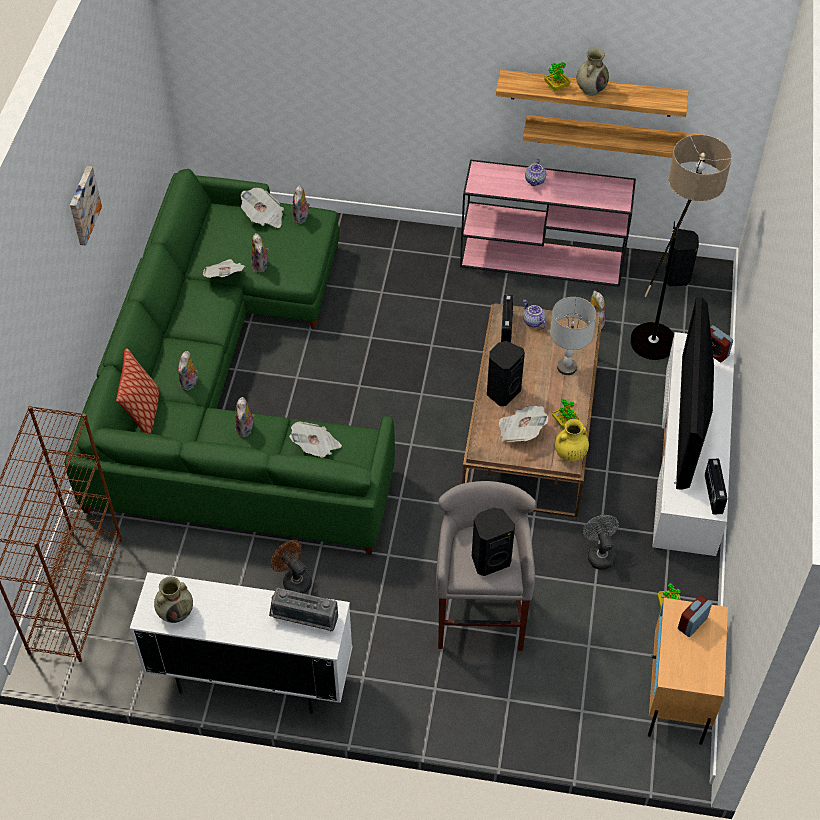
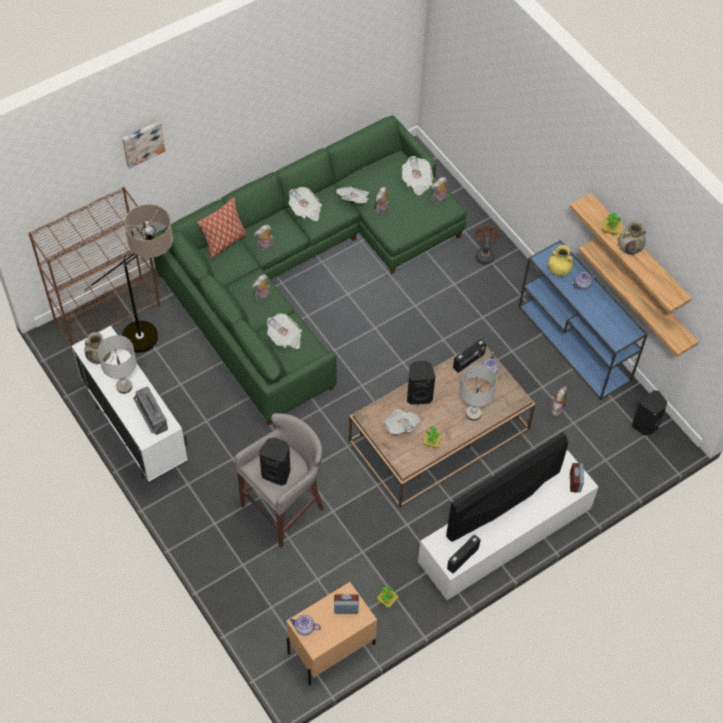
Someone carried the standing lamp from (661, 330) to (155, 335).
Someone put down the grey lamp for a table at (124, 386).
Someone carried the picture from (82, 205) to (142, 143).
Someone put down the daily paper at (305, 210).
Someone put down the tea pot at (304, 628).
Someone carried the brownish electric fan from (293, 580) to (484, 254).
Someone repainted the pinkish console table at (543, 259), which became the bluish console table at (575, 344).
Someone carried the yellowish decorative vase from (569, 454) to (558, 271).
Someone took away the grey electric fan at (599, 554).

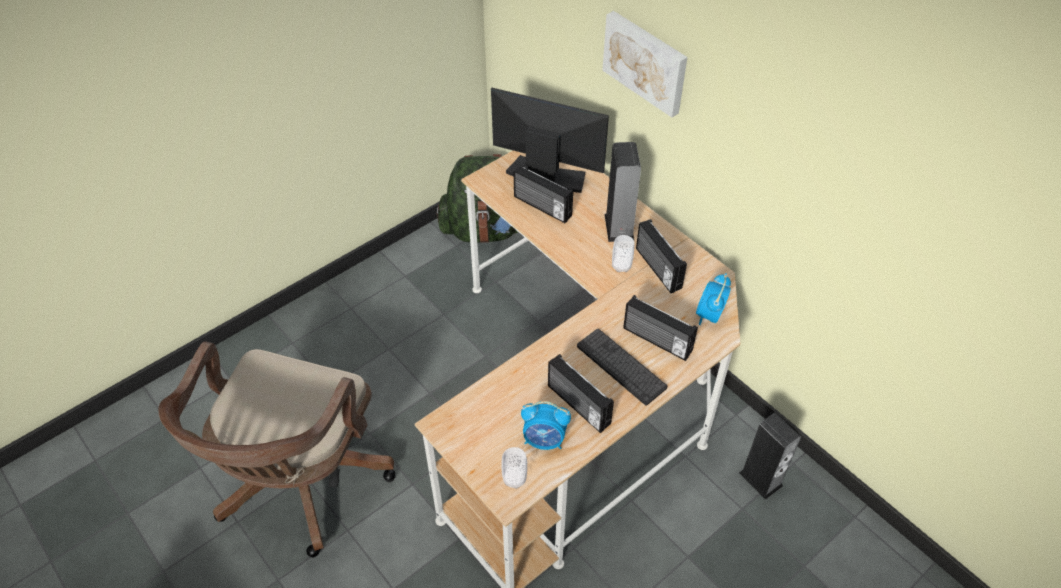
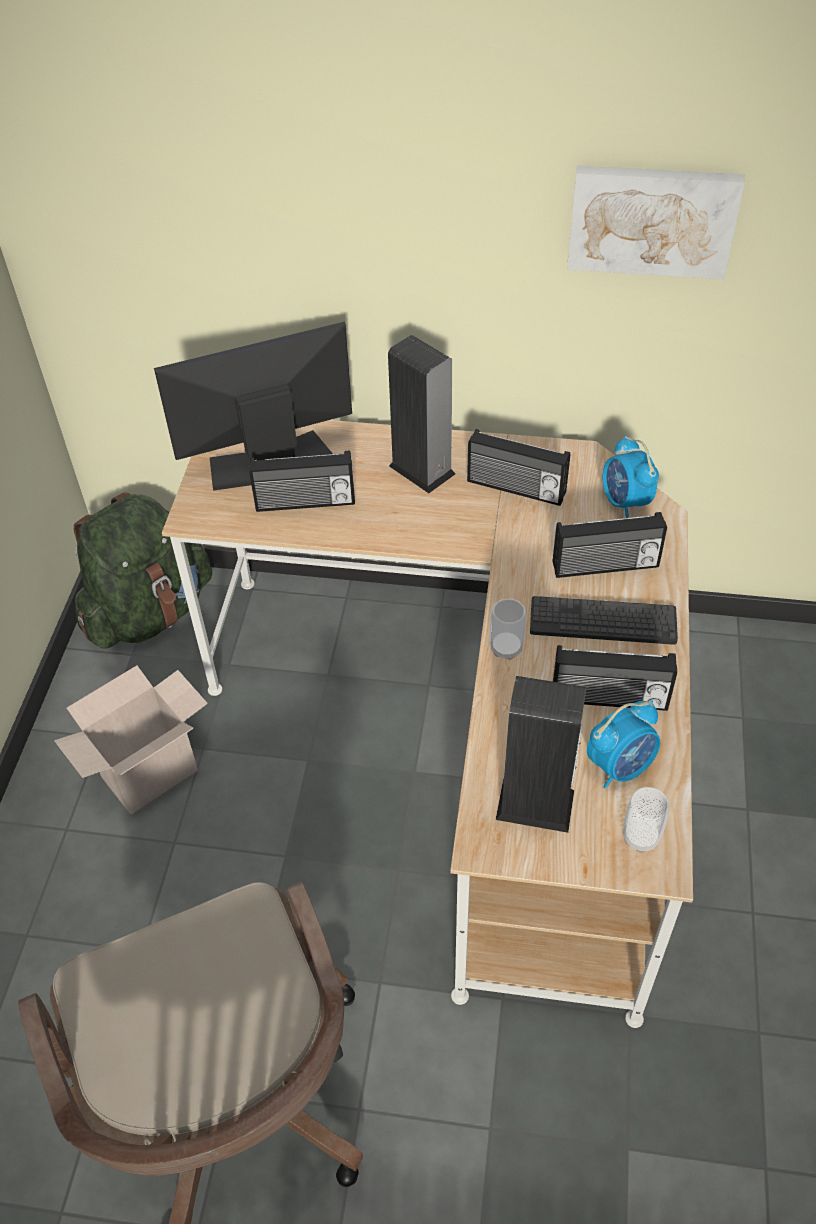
Someone put down the carton at (151, 770).
Someone carried the drinking cup from (621, 266) to (506, 648).
Someone carried the loudspeaker from (760, 479) to (535, 805).
Someone carried the picture from (646, 62) to (652, 219).

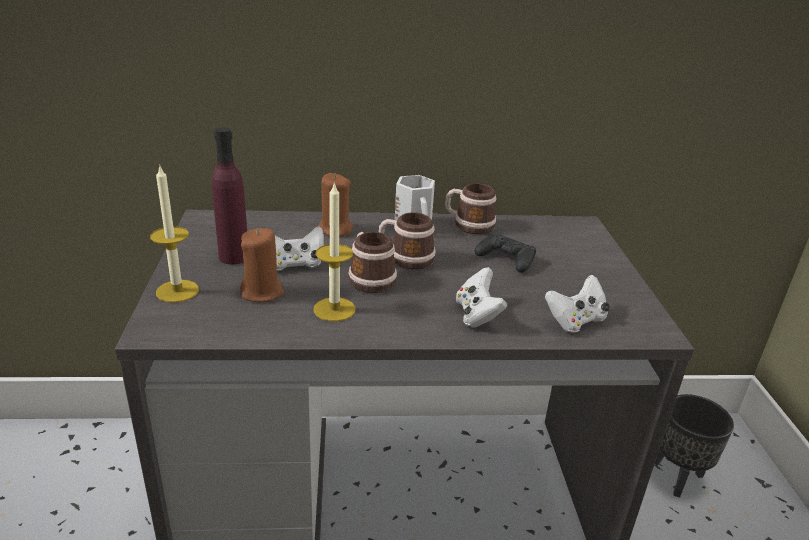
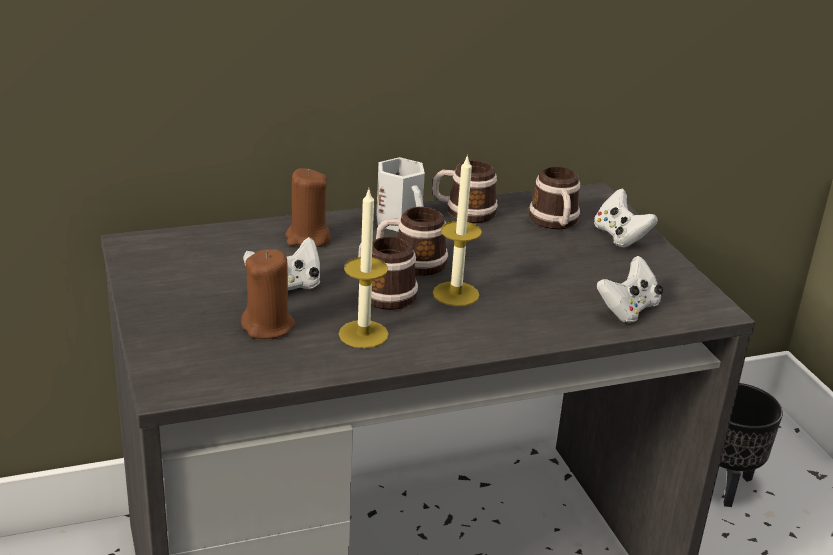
Someone carried the candle from (177, 291) to (456, 294).
Someone put down the coffee mug at (555, 223).
Someone carried the white-coloured game controller from (477, 315) to (620, 236).
Someone took away the purple-coloured drink bottle at (234, 257).
Someone took away the blackish game controller at (506, 259).

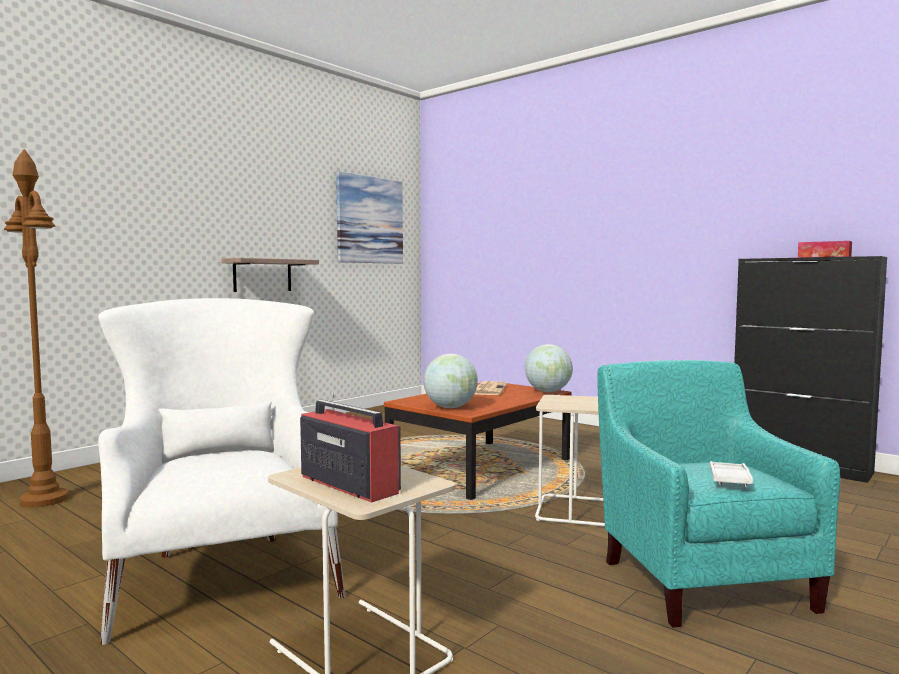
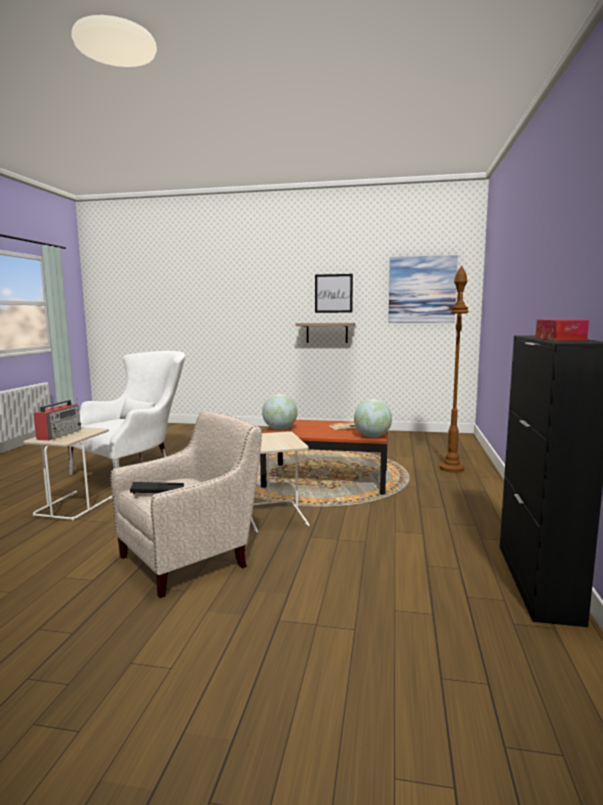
Someone repainted the turquoise lounge chair at (702, 578), which became the sand-coloured lounge chair at (191, 558).
Someone repainted the white-coloured tray at (729, 479), which became the blackish tray at (158, 492).
Someone put up the picture at (333, 293).
Someone carried the brownish standing lamp from (44, 500) to (451, 468).

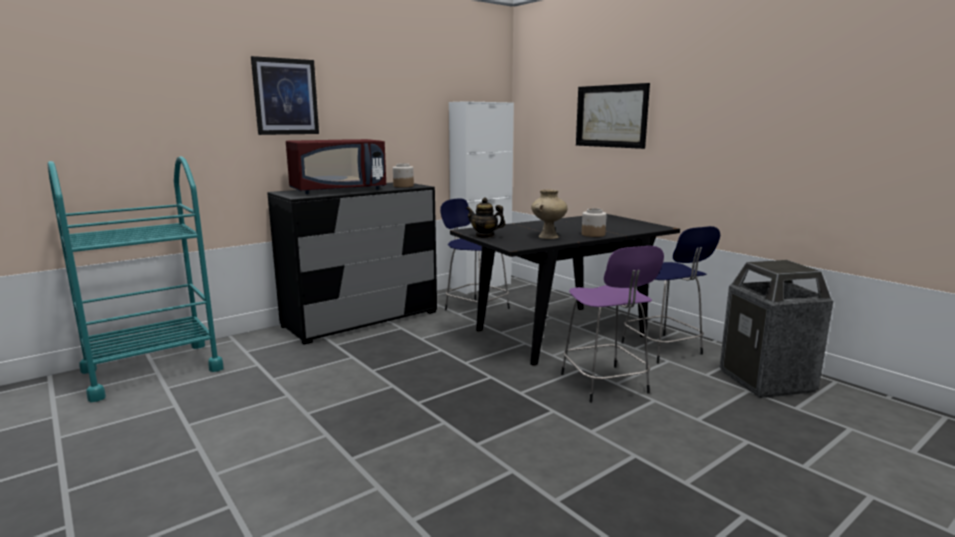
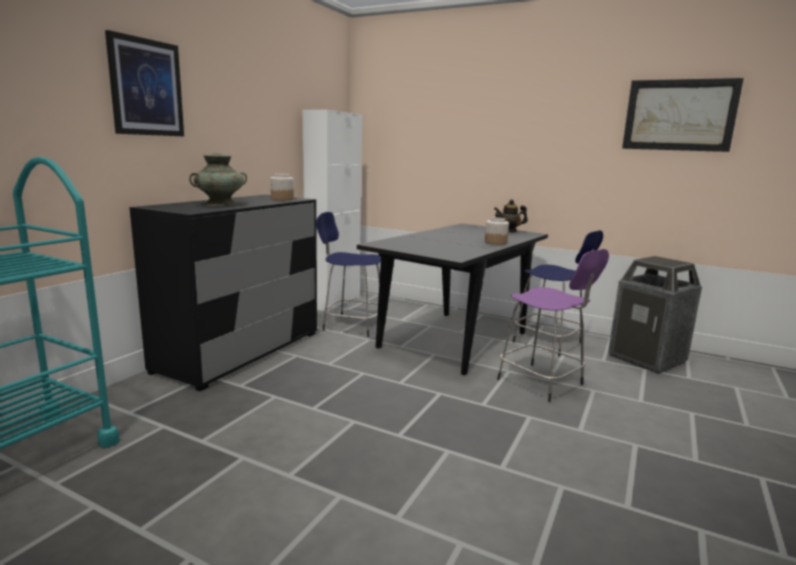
Someone swapped the reddish microwave oven at (338, 190) for the turquoise decorative vase at (220, 204).
Someone carried the tea pot from (484, 236) to (509, 231).
Someone carried the picture from (611, 116) to (679, 115).
Someone took away the sand-coloured decorative vase at (548, 236).

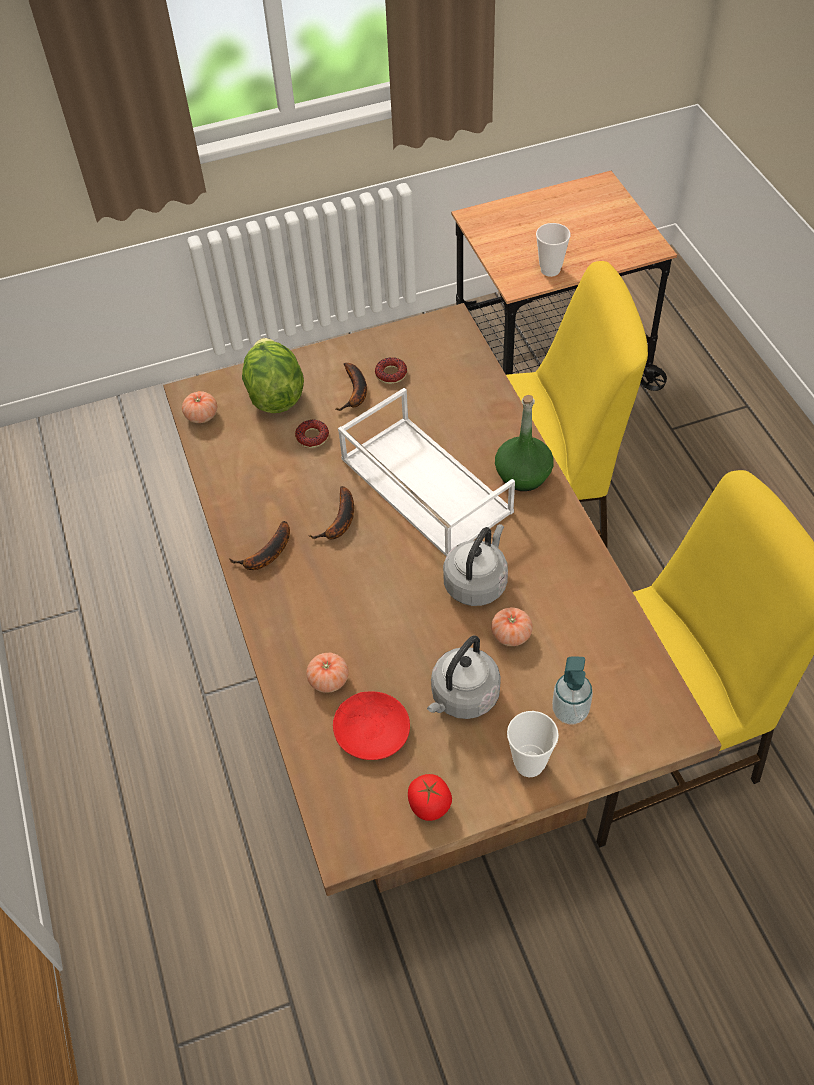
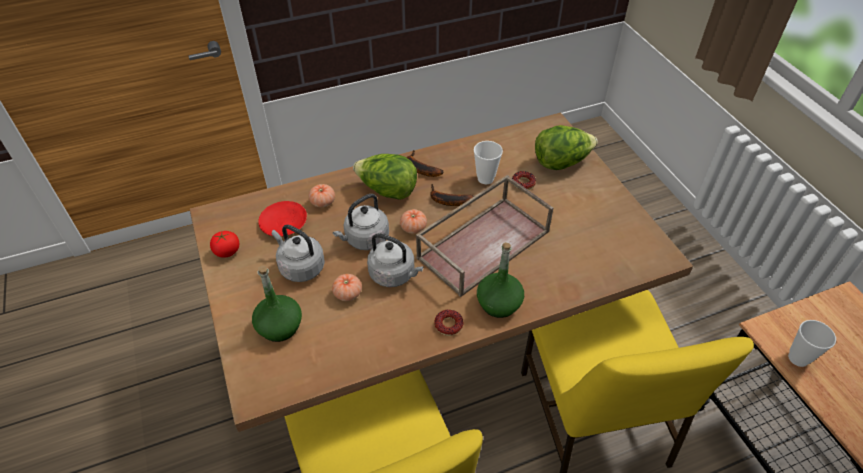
Someone swapped the soap dispenser at (570, 711) for the green drink bottle at (280, 326).
Someone put down the grey tea kettle at (365, 239).
Someone put down the lettuce head at (387, 191).
Someone carried the fresh tomato from (201, 416) to (413, 228).
Someone repainted the white-coloured tray at (423, 485), which became the brownish tray at (483, 243).
Someone carried the doughnut from (391, 374) to (448, 325).
Someone carried the drinking cup from (529, 764) to (485, 178).
Someone took away the banana at (355, 392).

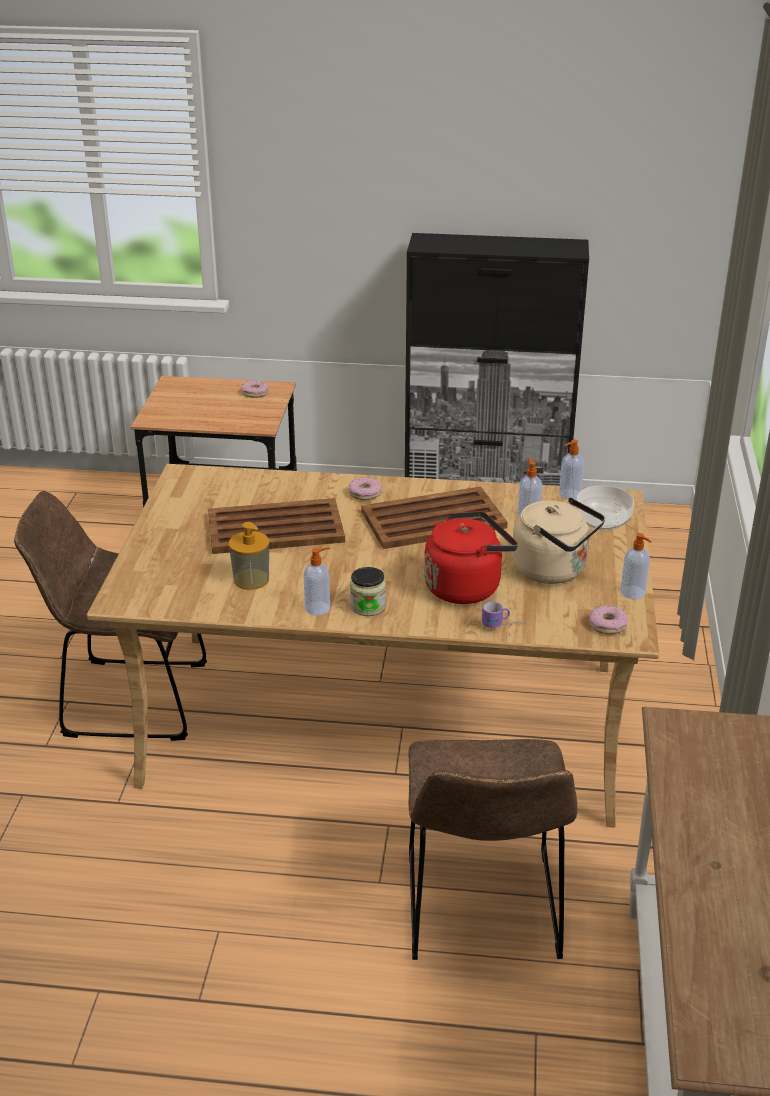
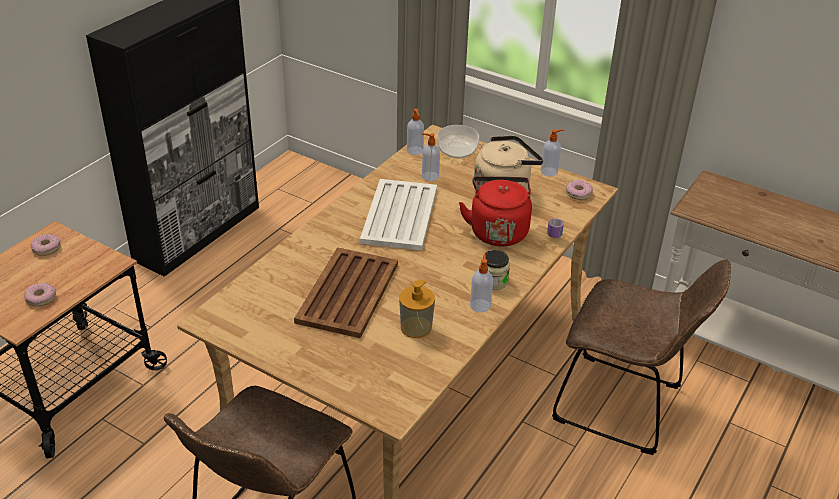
Someone carried the doughnut from (365, 493) to (41, 298).
Someone repainted the brownish tray at (432, 519), which became the white-coloured tray at (399, 216).

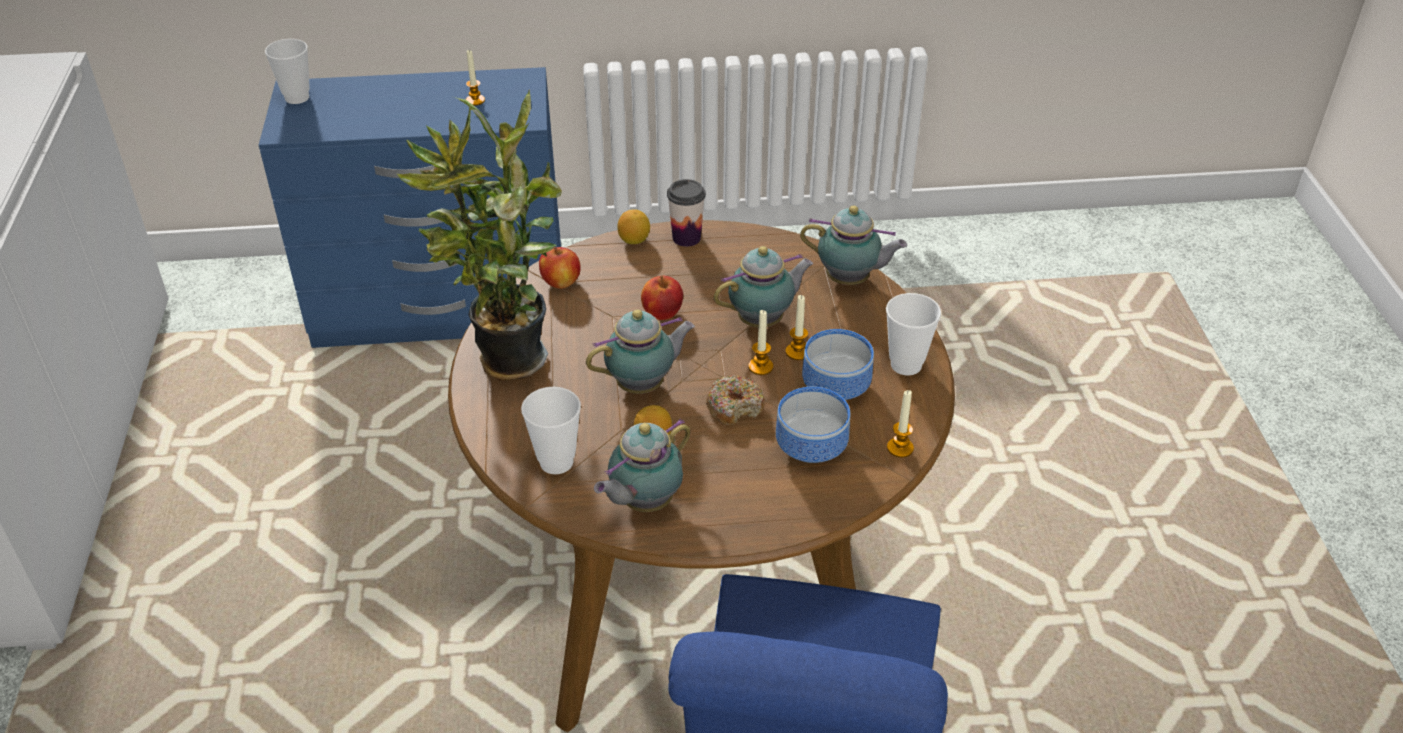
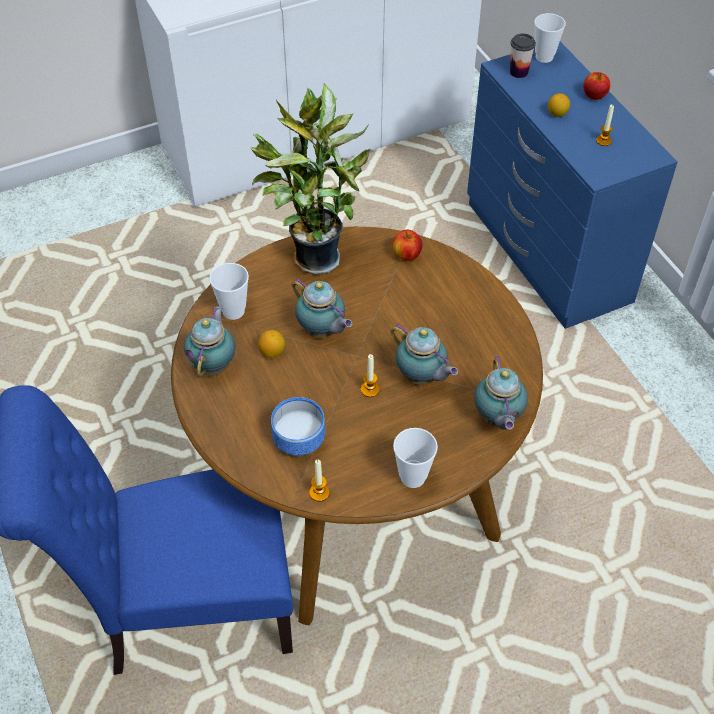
Someone rotated the tea pot at (644, 503) by 75 degrees clockwise.
Someone carried the drinking cup from (686, 238) to (518, 72).
Someone carried the lemon from (634, 240) to (557, 114).
Someone carried the whole apple from (662, 313) to (594, 96).
Someone took away the doughnut at (735, 407).
Someone took away the candle at (797, 352).
Someone took away the serving bowl at (835, 385).

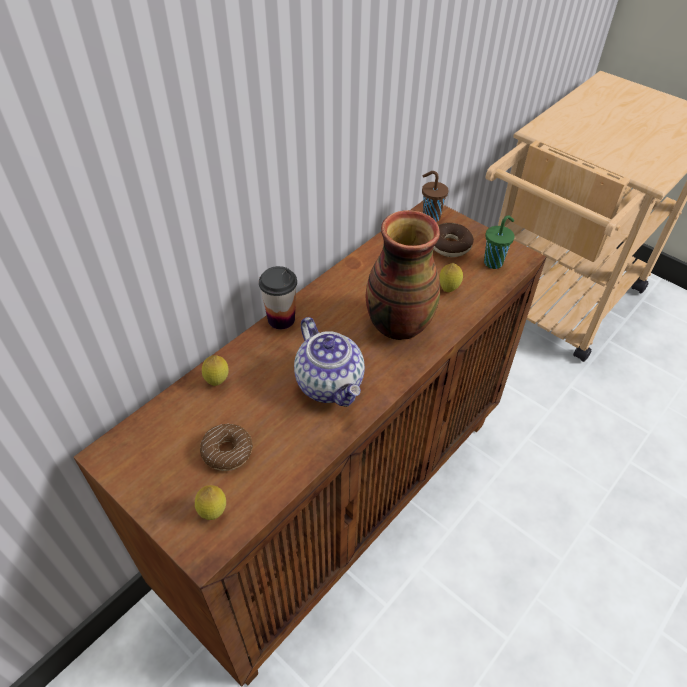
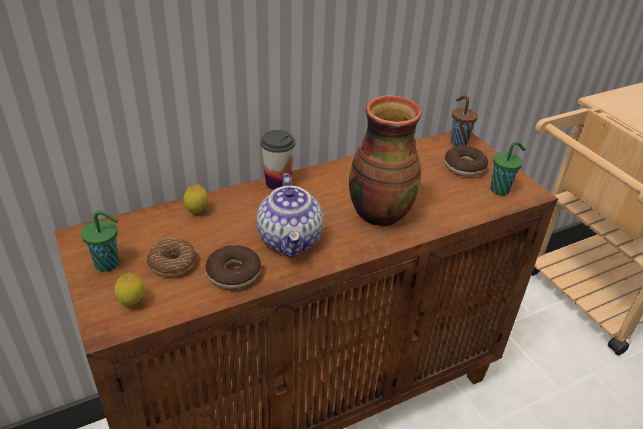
Someone put down the green drinking cup at (109, 264).
Someone put down the doughnut at (233, 273).
Someone took away the lemon at (448, 289).

